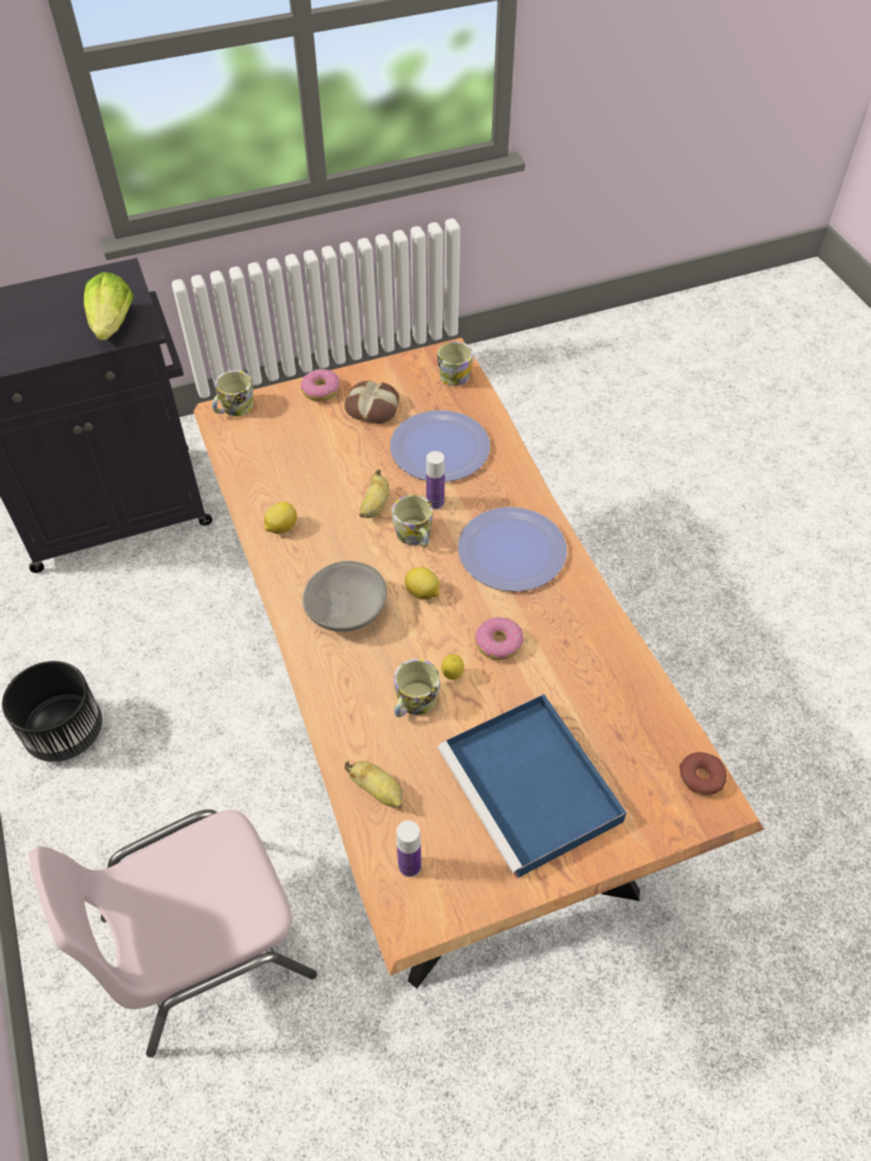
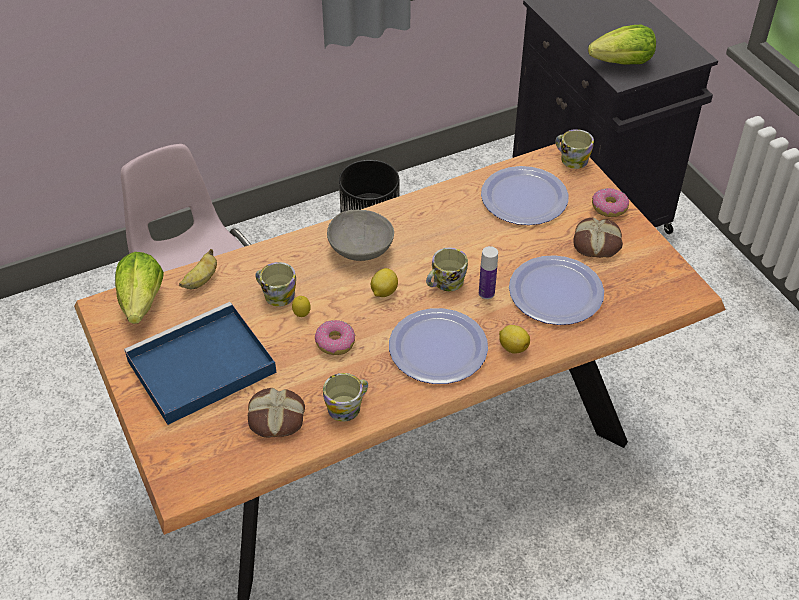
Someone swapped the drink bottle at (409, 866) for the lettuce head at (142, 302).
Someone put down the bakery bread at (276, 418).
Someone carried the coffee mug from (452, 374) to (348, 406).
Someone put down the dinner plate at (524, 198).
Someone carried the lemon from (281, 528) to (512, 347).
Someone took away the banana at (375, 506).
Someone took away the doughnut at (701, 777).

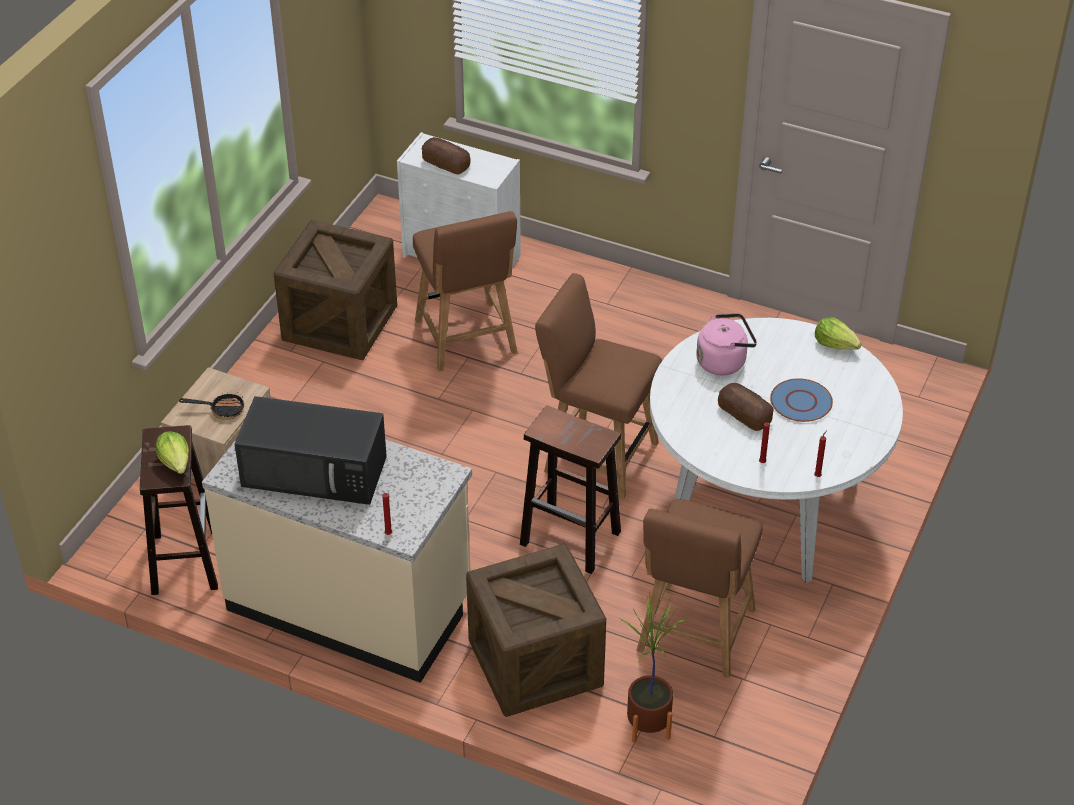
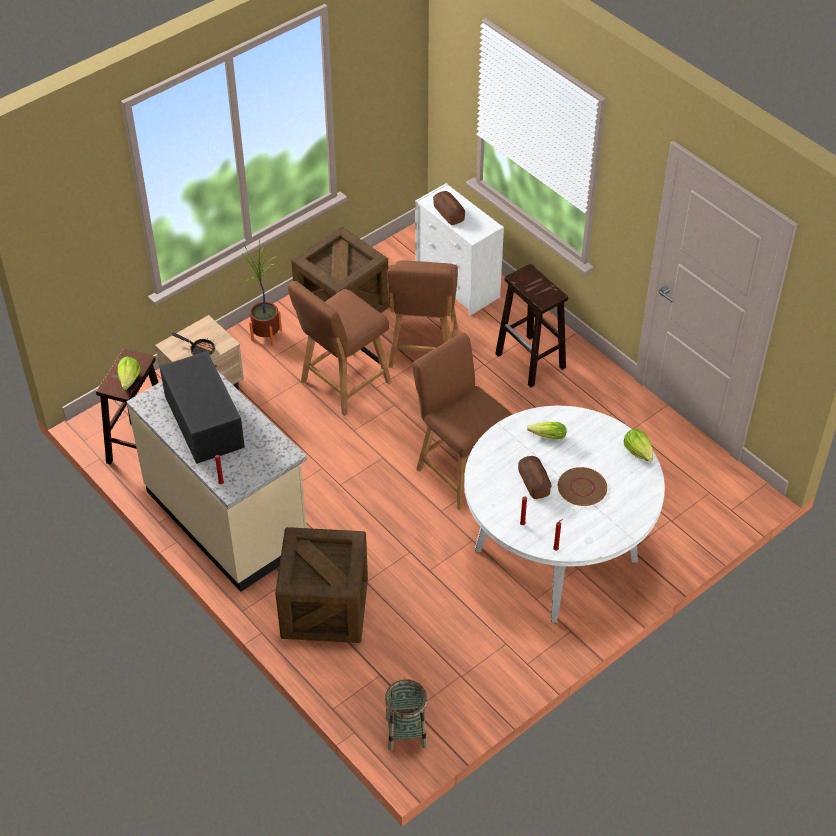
Someone rotated the blackish microwave oven at (316, 471) by 150 degrees counterclockwise.
Someone carried the plant in a pot from (648, 726) to (266, 335).
Someone carried the brownish chair from (694, 635) to (342, 384).
Someone put down the storage basket at (406, 732).
Someone carried the brownish stool from (572, 538) to (531, 361).
Someone swapped the pinkish tea kettle at (724, 361) for the lettuce head at (546, 436).
Someone repainted the bluish dinner plate at (800, 402), which became the brownish dinner plate at (581, 487).

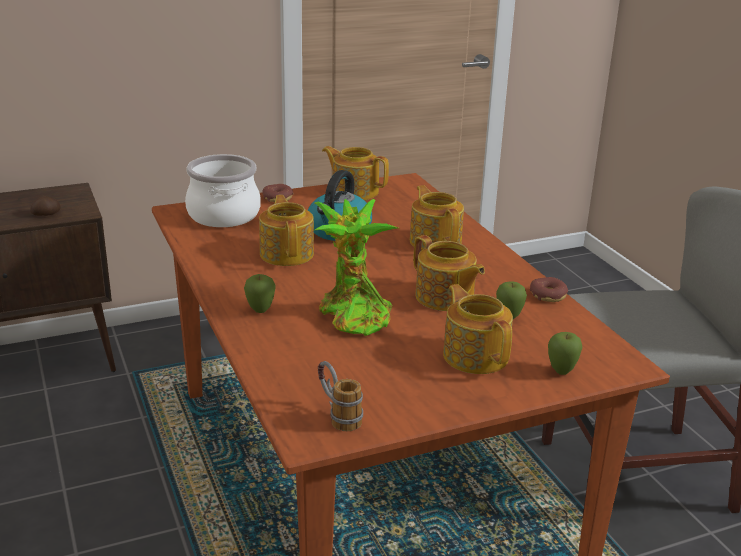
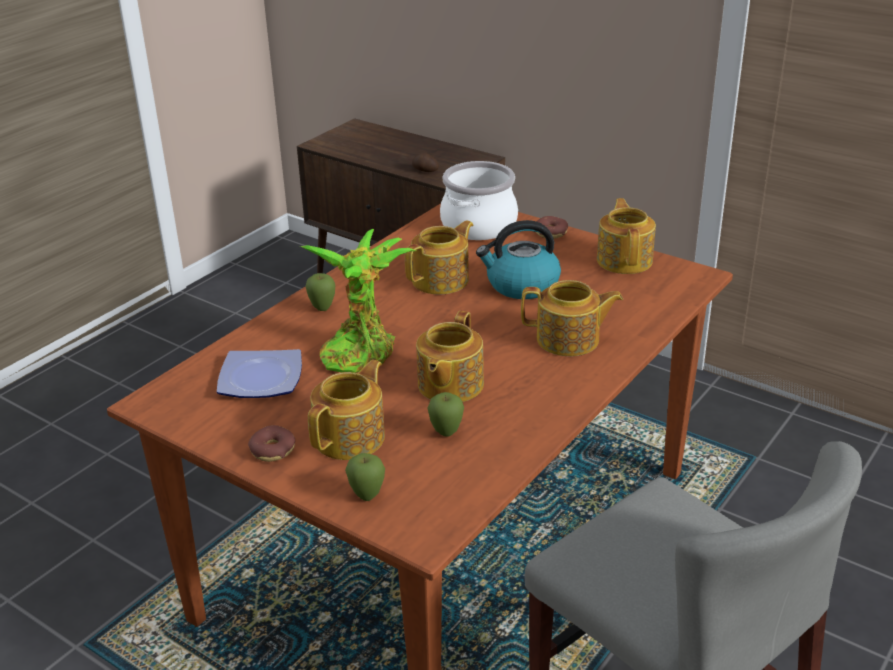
Someone put down the dinner plate at (259, 379).
Someone carried the doughnut from (548, 295) to (273, 450).
Someone rotated the tea pot at (435, 241) by 60 degrees clockwise.
Someone took away the coffee mug at (337, 415).

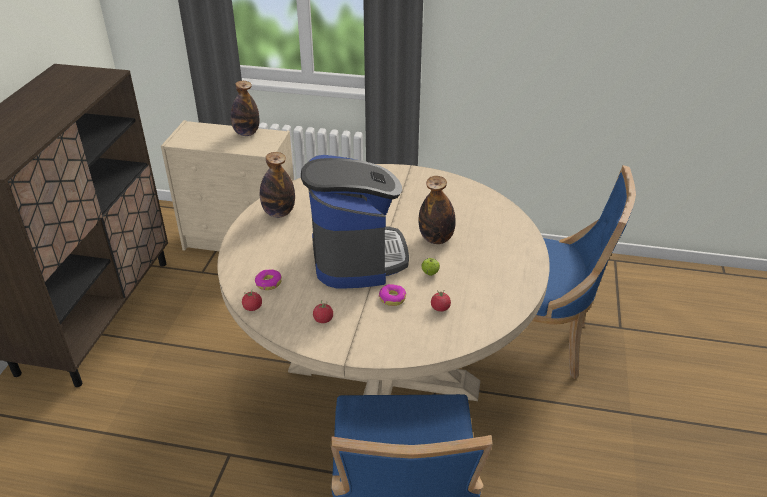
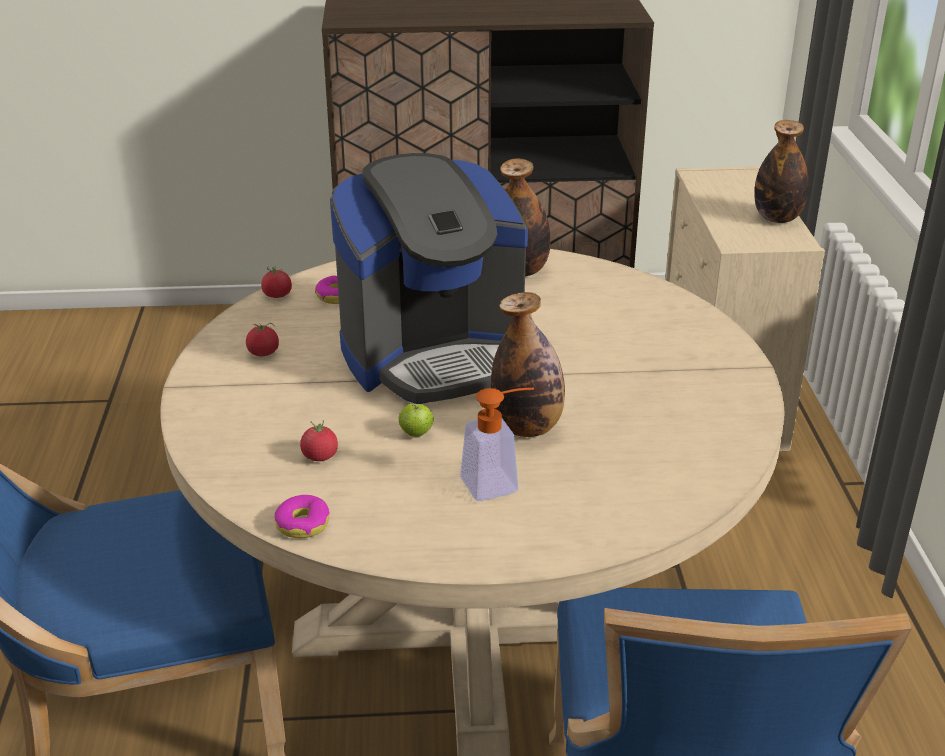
Someone carried the doughnut from (392, 298) to (303, 524).
Someone put down the soap dispenser at (499, 483).

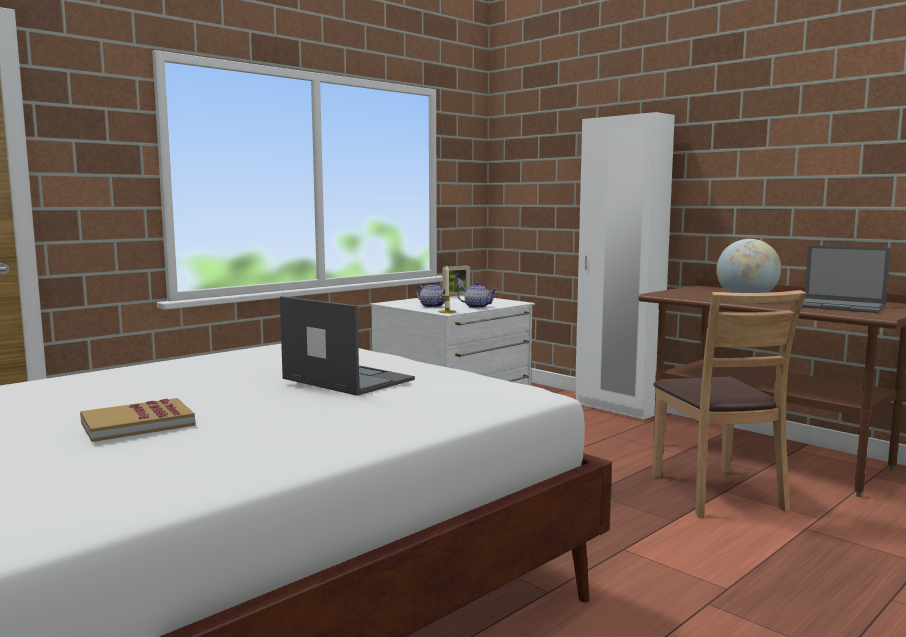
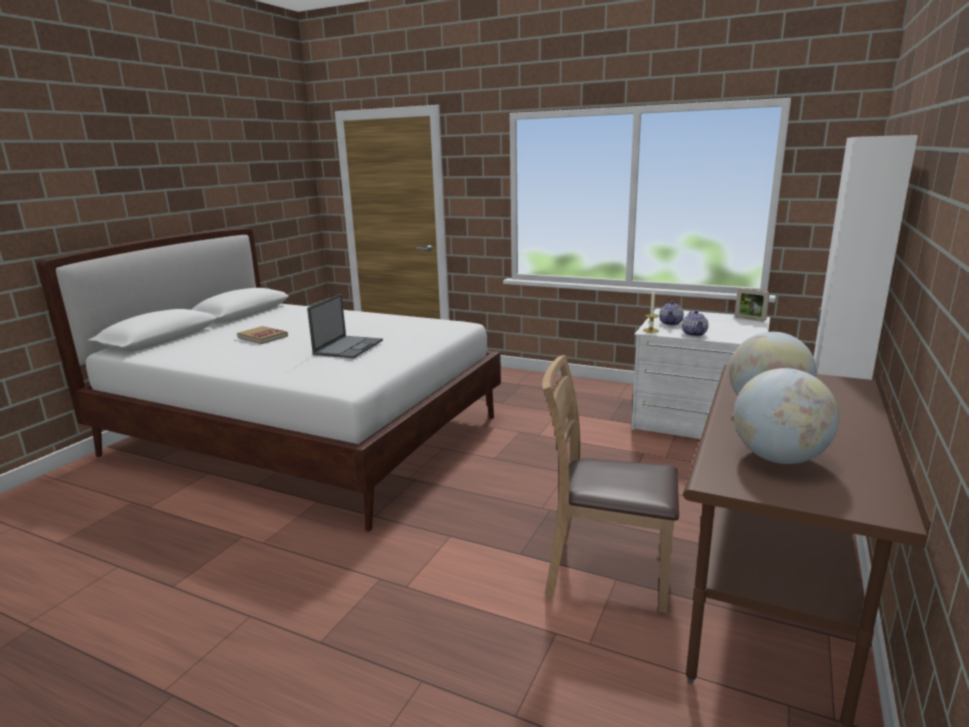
Someone rotated the brownish chair at (716, 493) by 45 degrees clockwise.
Someone swapped the laptop at (840, 306) for the world globe at (778, 458).

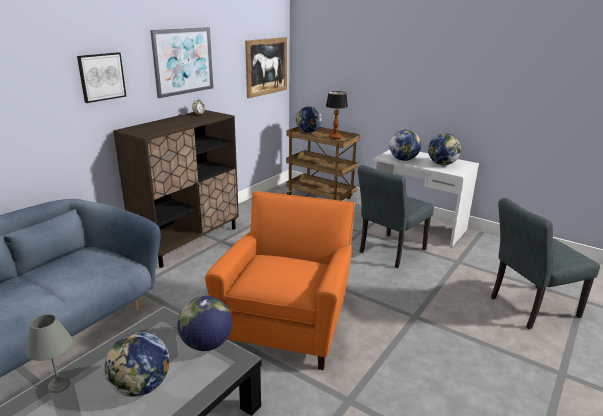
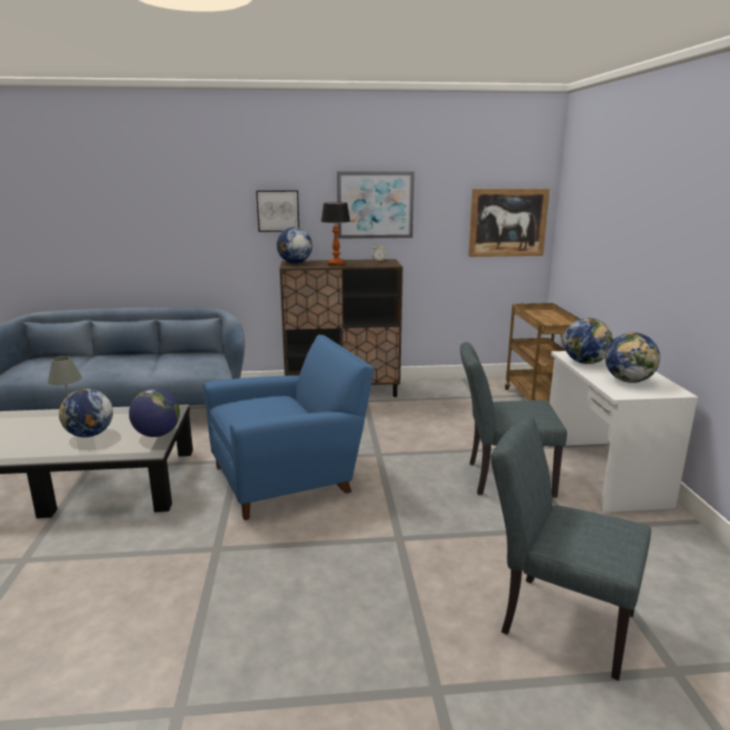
Someone repainted the orange-coloured lounge chair at (287, 322), which became the bluish lounge chair at (289, 477).
Someone carried the world globe from (308, 132) to (294, 263).
Someone carried the lamp for a table from (335, 137) to (336, 264).

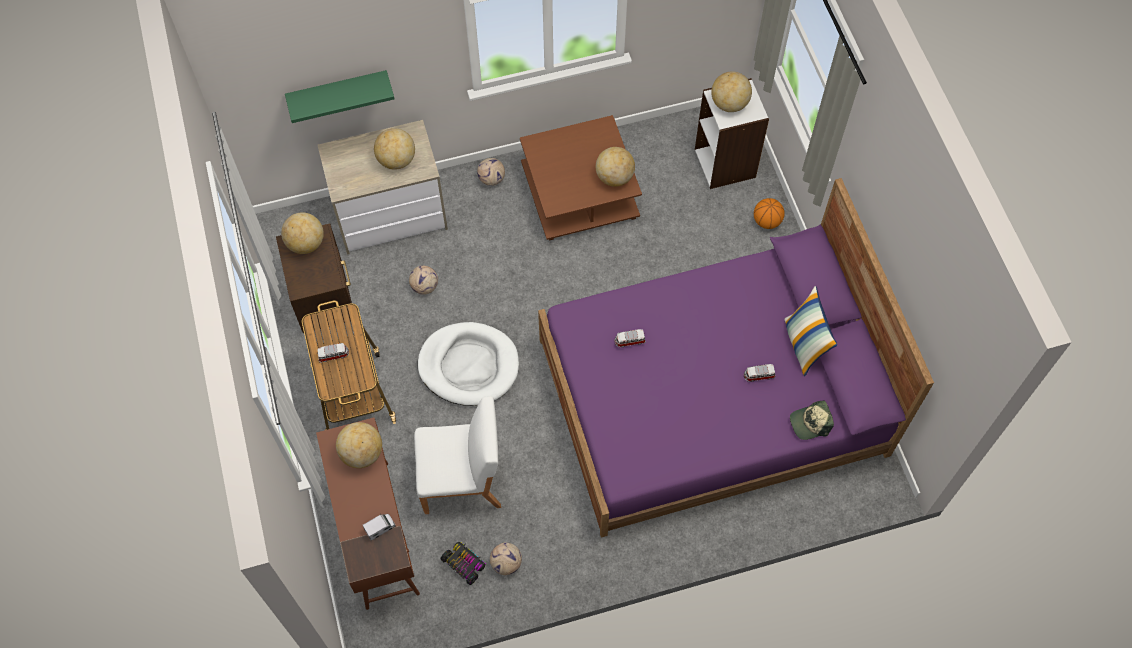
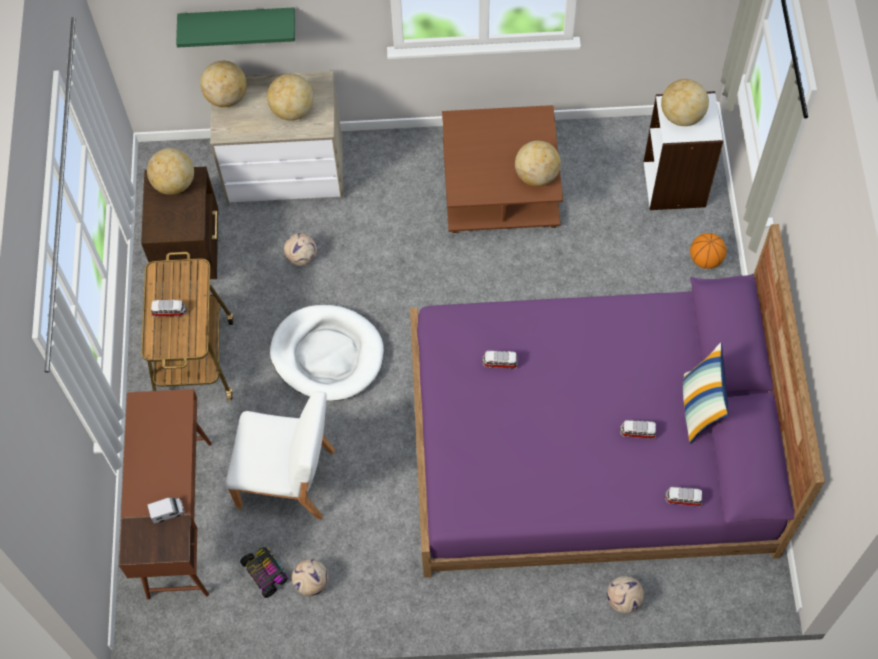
Someone carried the world globe from (362, 453) to (227, 97).
Someone carried the ball for football from (492, 179) to (623, 600).
Someone swapped the cap at (810, 423) for the toy car at (682, 499).

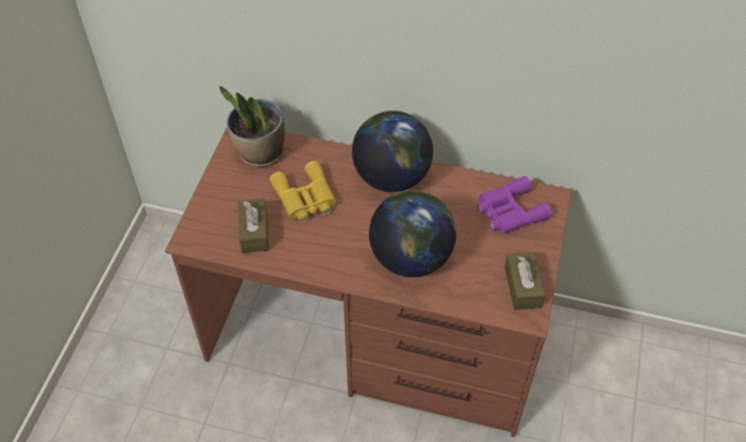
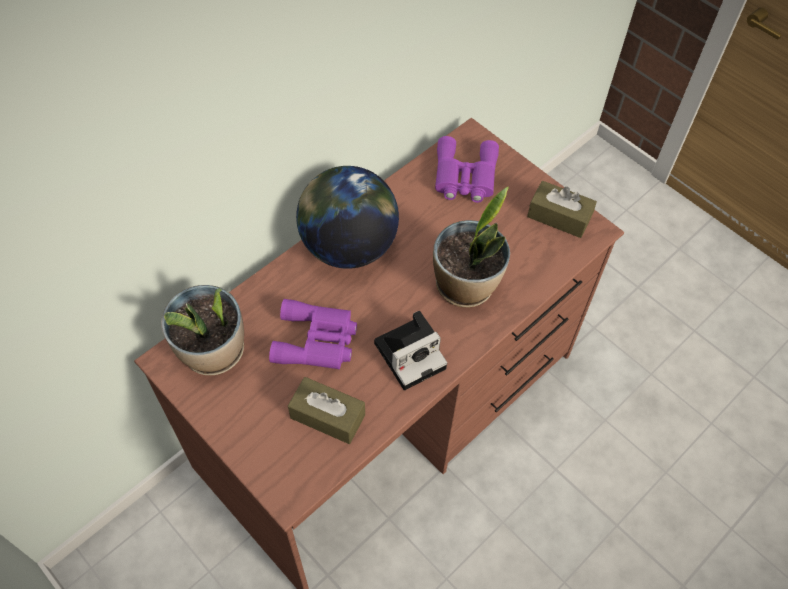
Someone repainted the yellowish pair of binoculars at (305, 198), which became the purple-coloured pair of binoculars at (317, 341).
Someone put down the photo camera at (411, 353).
Someone swapped the world globe at (411, 258) for the plant in a pot at (466, 286).

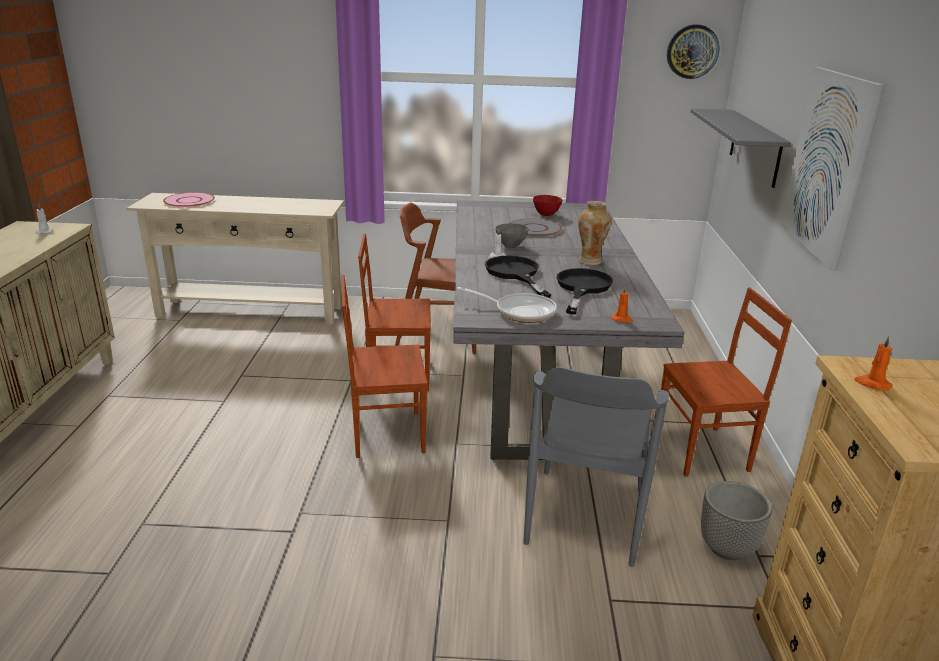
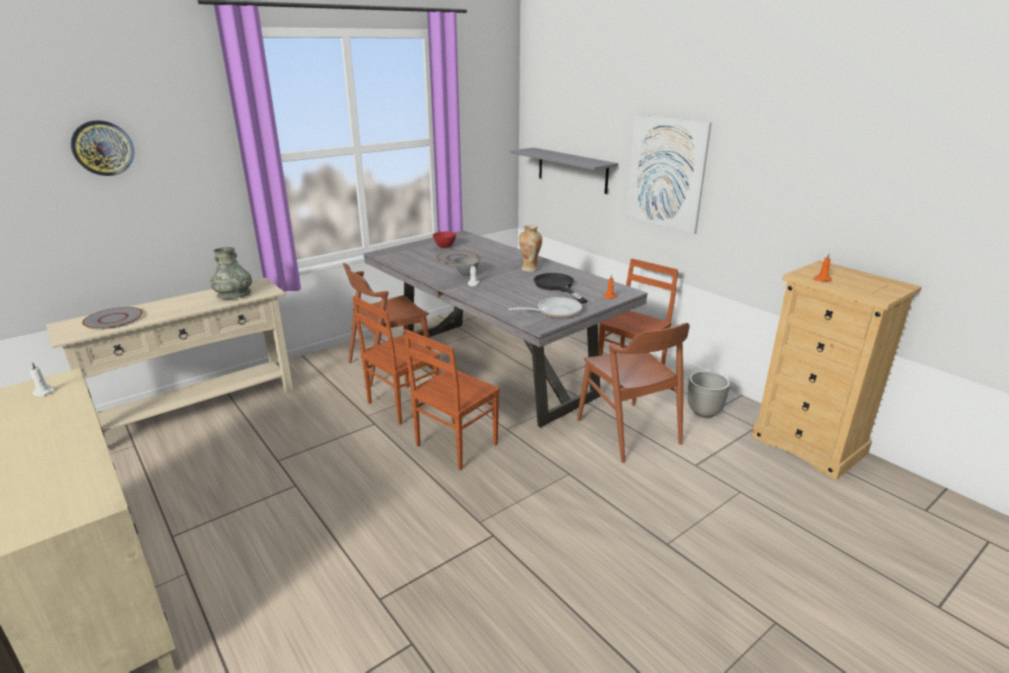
Someone carried the clock on the wall from (692, 51) to (103, 148).
Someone repainted the pinkish dinner plate at (189, 201), which became the grey dinner plate at (113, 319).
Someone put down the grey decorative vase at (234, 295).
Someone repainted the grey chair at (585, 515), which became the brownish chair at (628, 431).
Someone took away the blackish pan at (515, 274).

